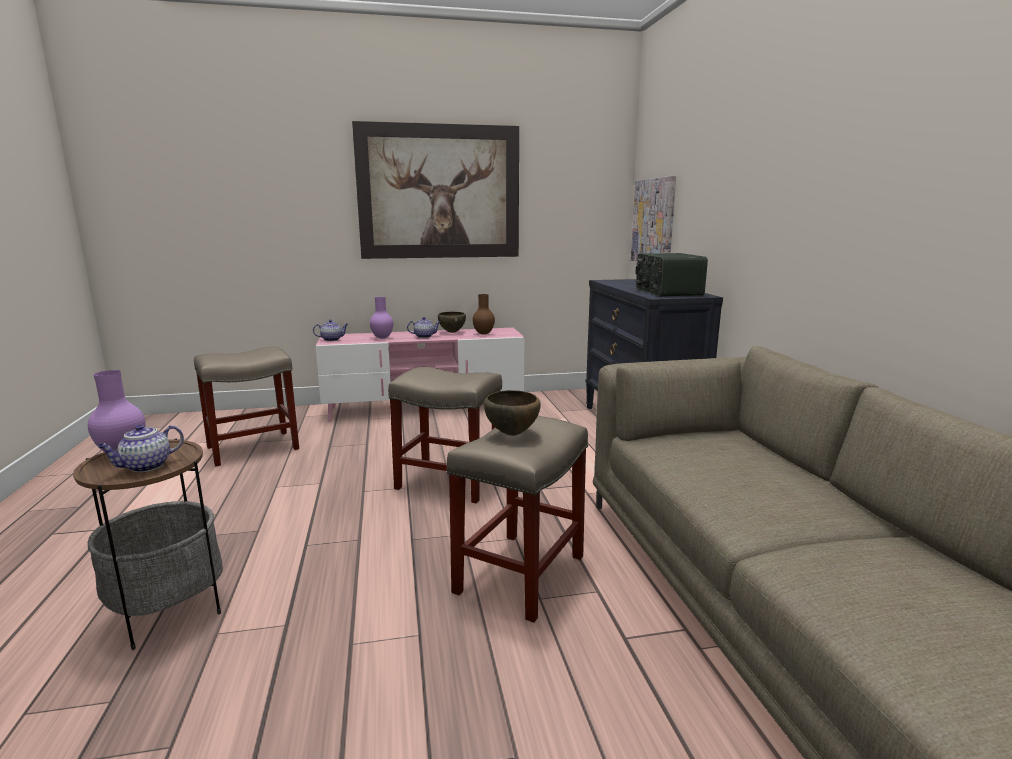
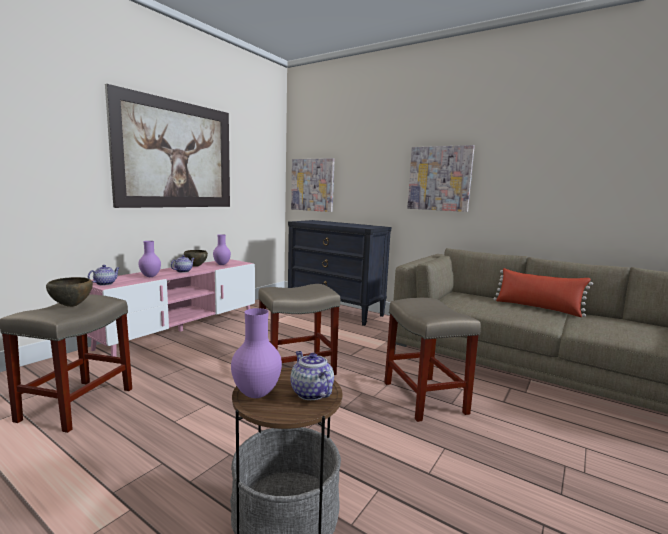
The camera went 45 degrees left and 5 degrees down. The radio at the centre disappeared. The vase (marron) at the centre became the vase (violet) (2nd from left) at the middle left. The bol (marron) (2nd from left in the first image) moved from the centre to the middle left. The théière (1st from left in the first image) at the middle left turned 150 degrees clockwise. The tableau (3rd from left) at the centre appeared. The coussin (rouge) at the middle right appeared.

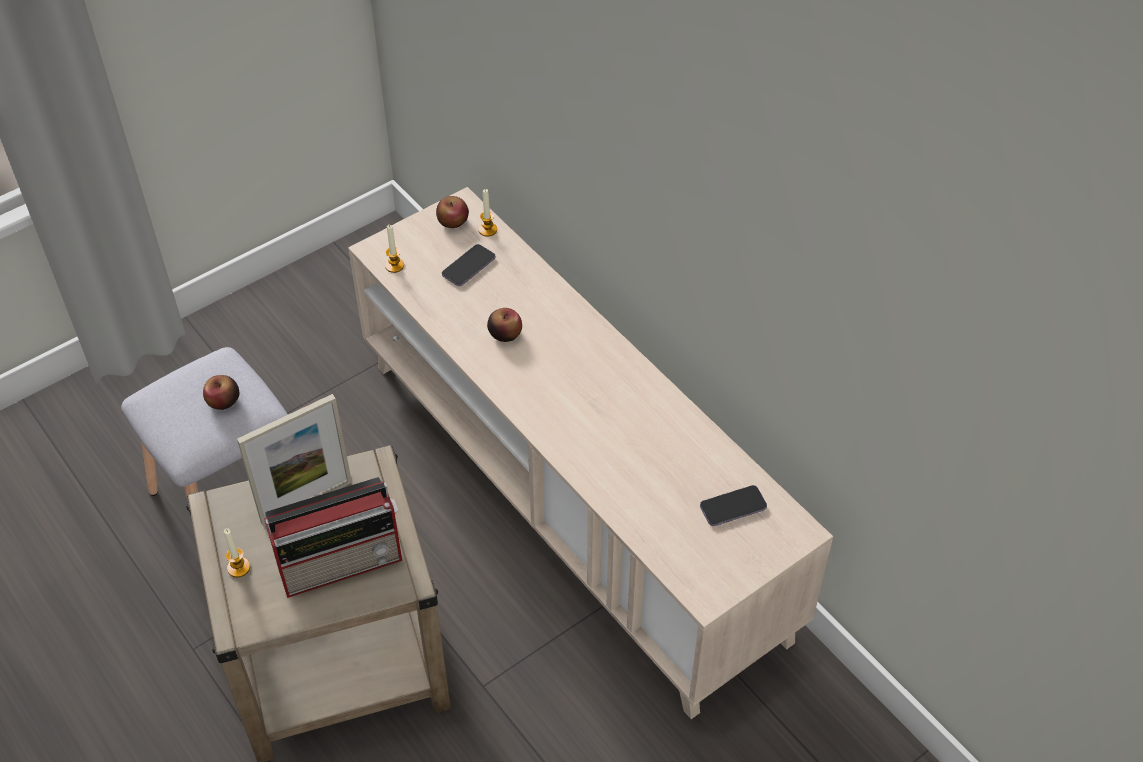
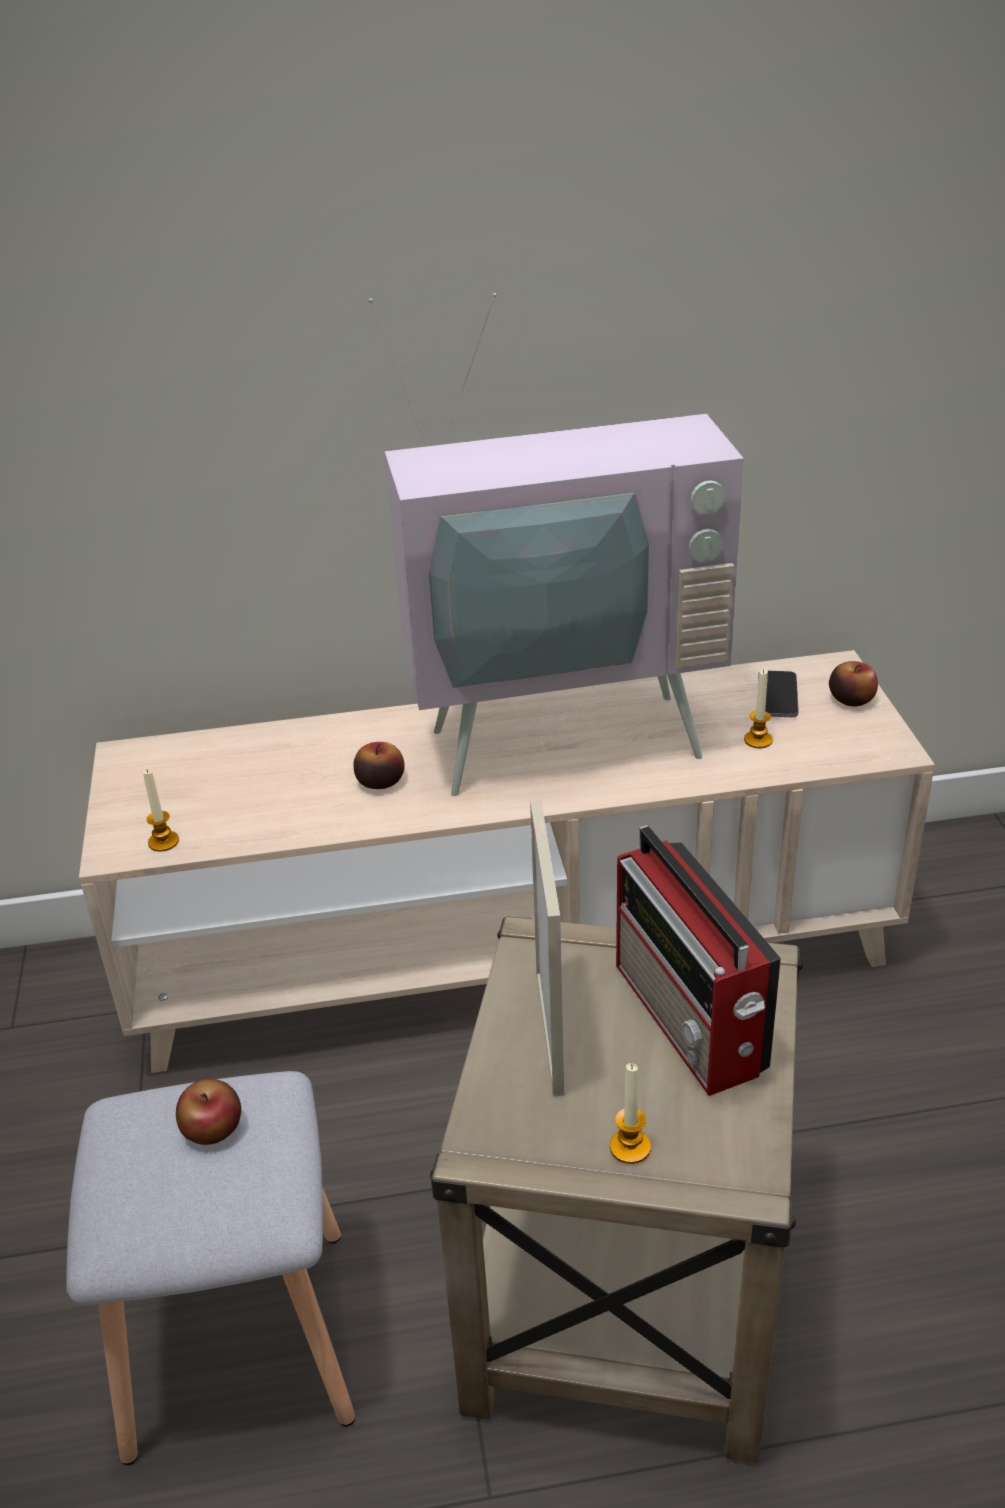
The camera went 60 degrees left and 15 degrees down. The bougie (3rd from left) moved from the top centre to the middle right. The pomme (2nd from left in the first image) moved from the top centre to the middle right. The téléphone (1st from left) at the centre disappeared. The radio at the bottom left turned 150 degrees clockwise. The téléviseur at the centre appeared.

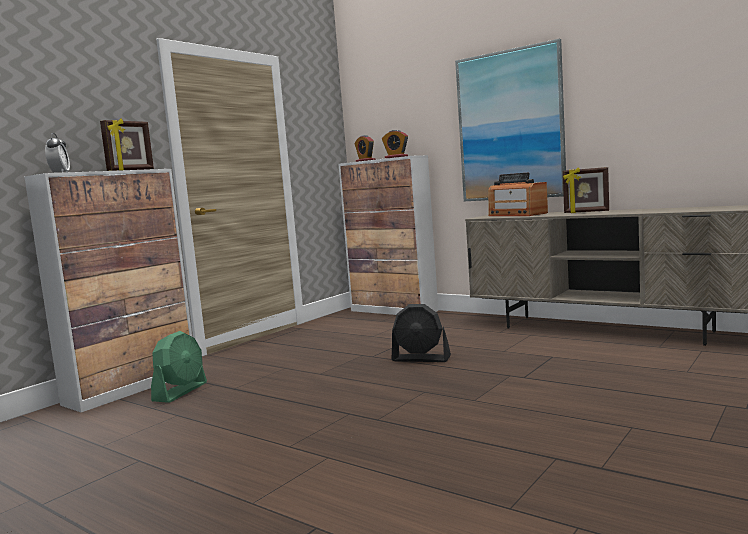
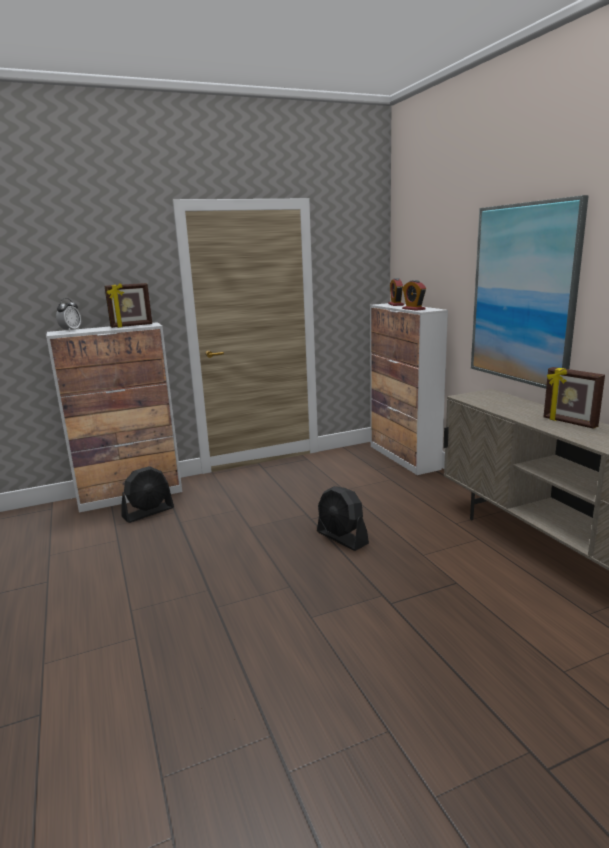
The camera went 30 degrees right and 10 degrees up. The radio at the middle right disappeared. The ventilateur (vert) at the bottom left became the ventilateur (noir) (1st from left) at the middle left.

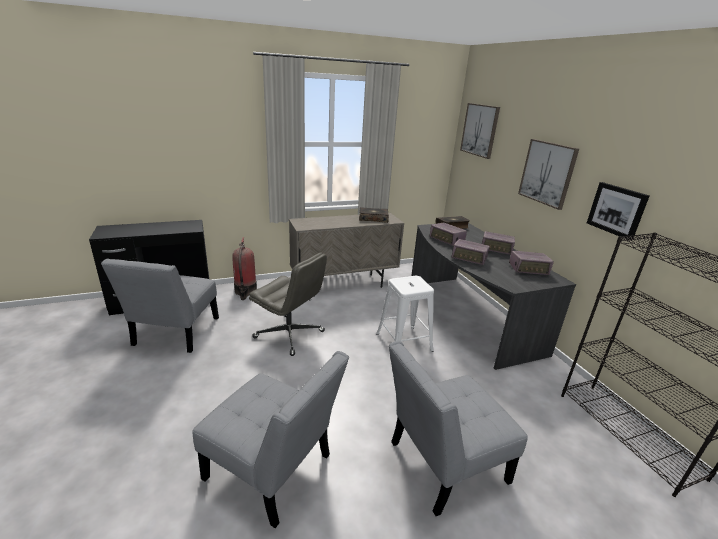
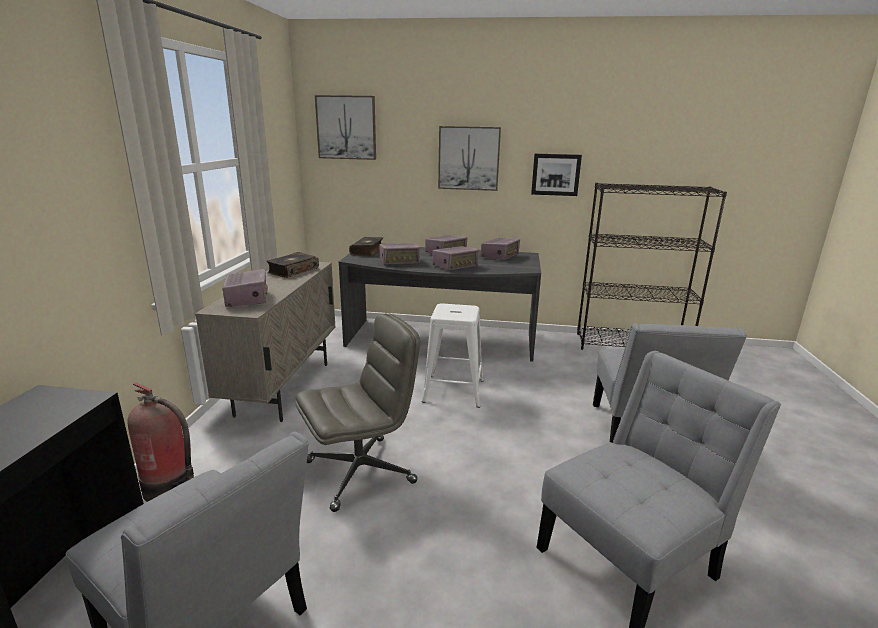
The camera went 60 degrees left and 5 degrees down. The radio (1st from left) at the middle left appeared.

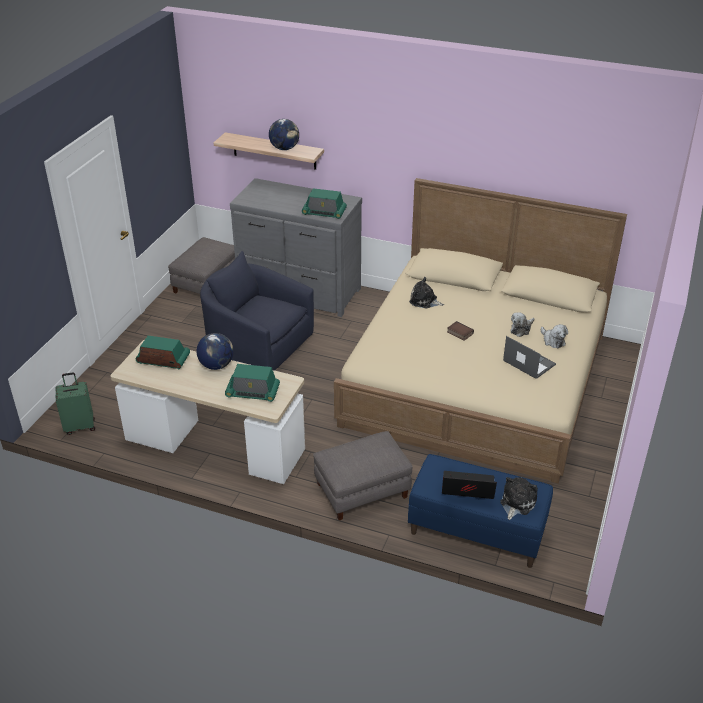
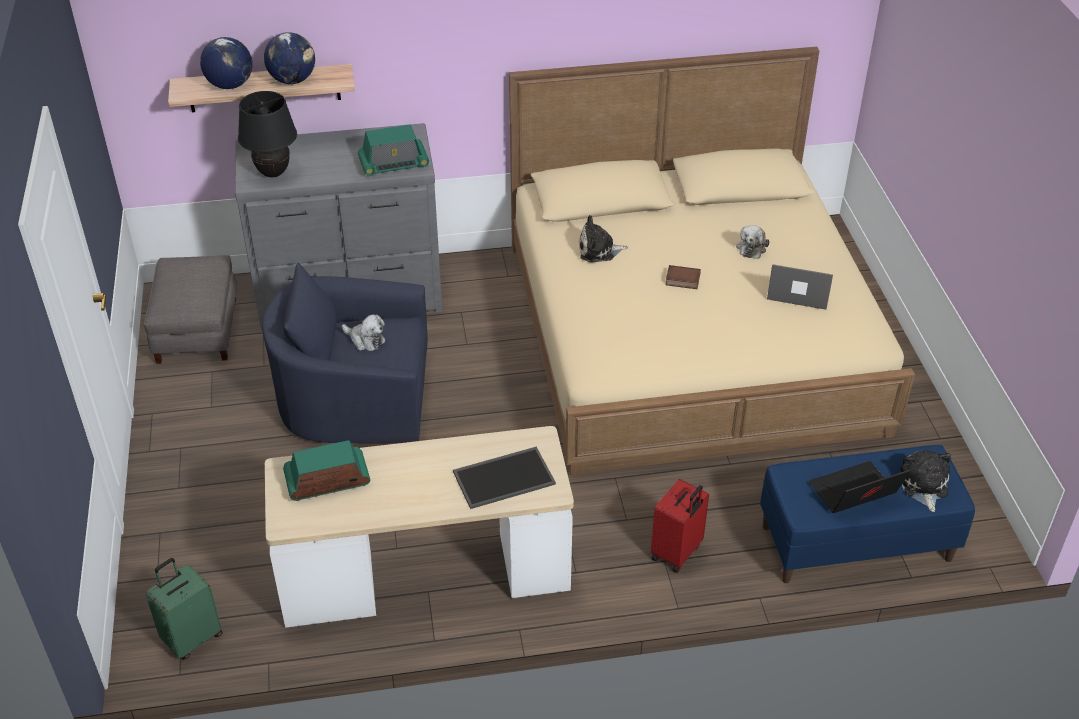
The camera went 30 degrees left and 5 degrees up. The peluche (4th from left in the first image) moved from the middle right to the centre. The globe (1st from left) moved from the middle left to the top left. The radio (2nd from left) at the centre was replaced by the plateau at the centre. The pouf (gris) (2nd from left) at the bottom centre was replaced by the valise (rouge) at the bottom centre. The lampe de table (noir) at the top left appeared.

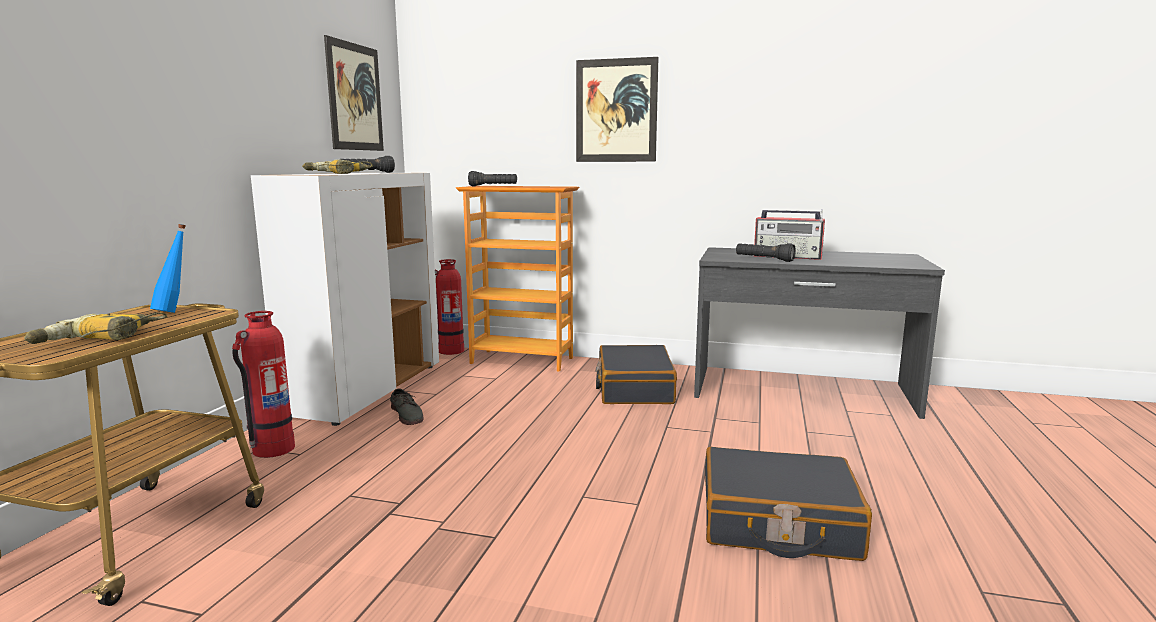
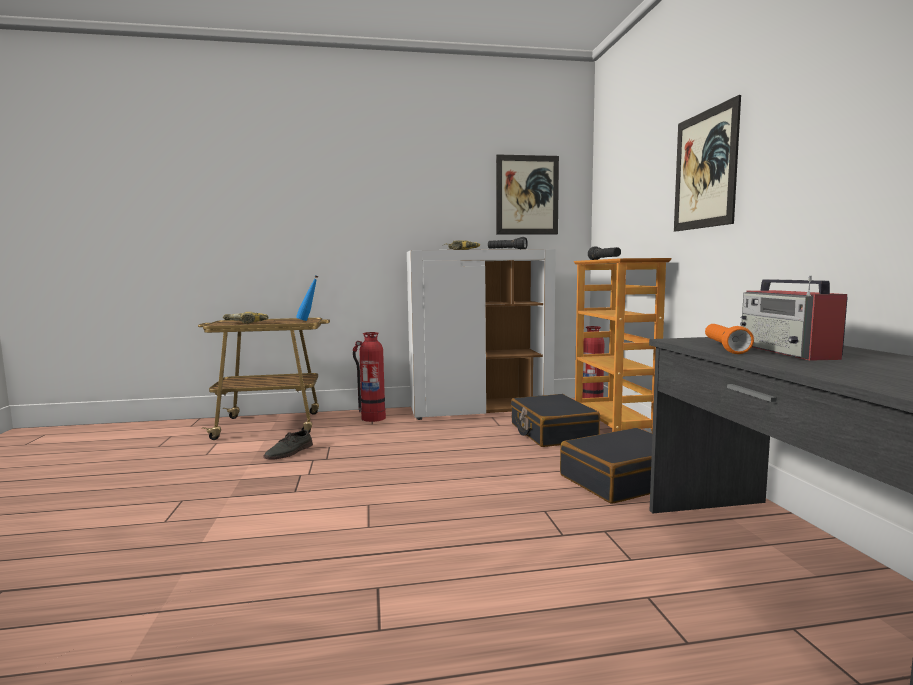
The camera went 65 degrees right and 5 degrees down. The lampe de poche (noir) (3rd from left) at the centre became the lampe de poche (orange) at the middle right. The chaussure (gris) moved from the centre to the middle left. The valise (noir) (2nd from left in the first image) moved from the bottom right to the centre.

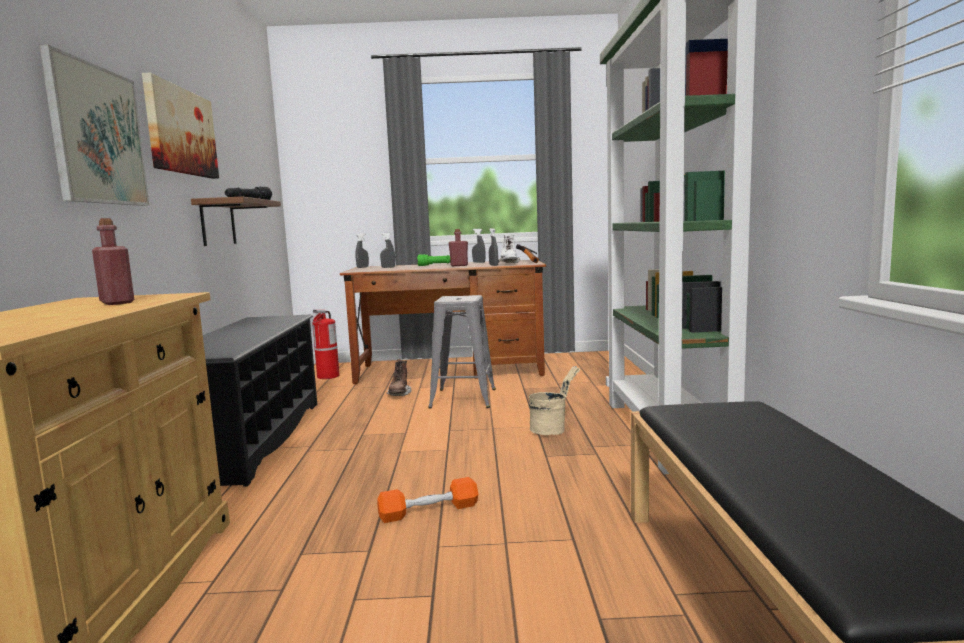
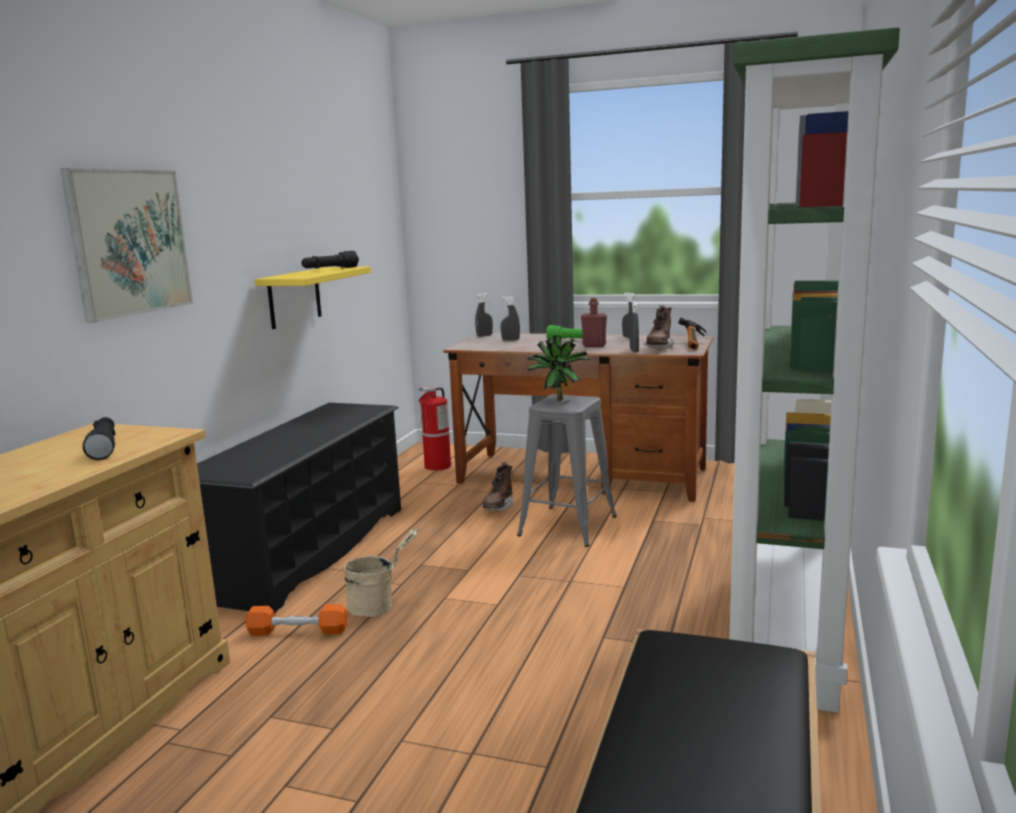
The camera went 20 degrees right and 5 degrees up. The tableau (2nd from left) at the top left disappeared. The étagère (marron) at the middle left became the étagère (jaune) at the middle left. The bouteille (rouge) (1st from left) at the middle left was replaced by the lampe de poche (noir) (1st from left) at the middle left. The botte (blanc) at the centre became the botte (marron) (2nd from left) at the centre. The seau (beige) moved from the centre to the bottom centre. The haltère (orange) moved from the bottom centre to the bottom left. The plante en pot at the centre appeared.

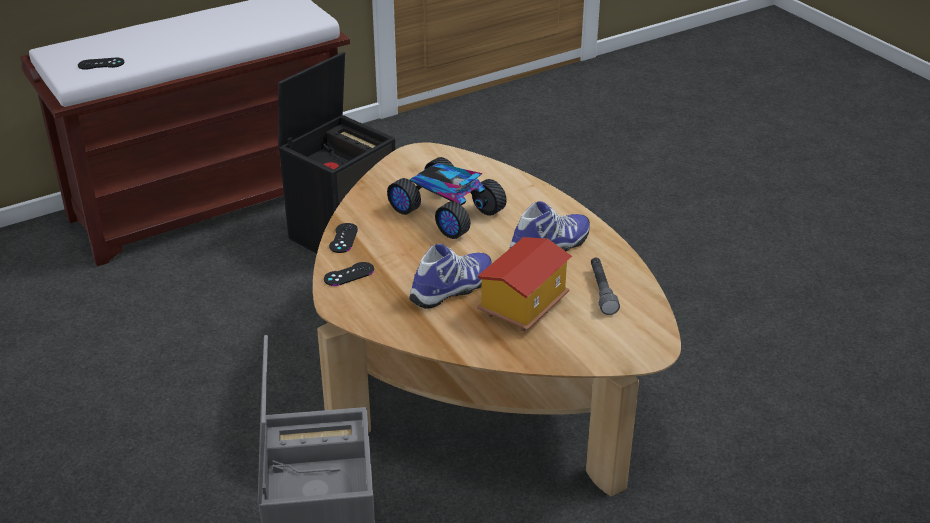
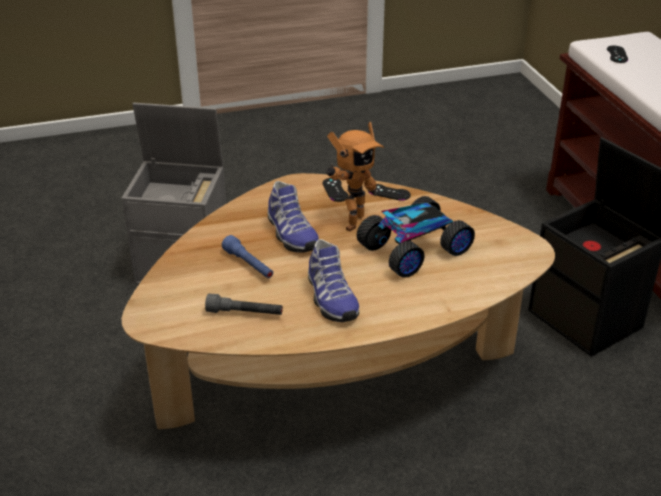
The camera went 105 degrees right and 0 degrees up. The maison miniature at the centre was replaced by the lampe de poche (bleu) at the centre. The robot jouet at the centre appeared.

